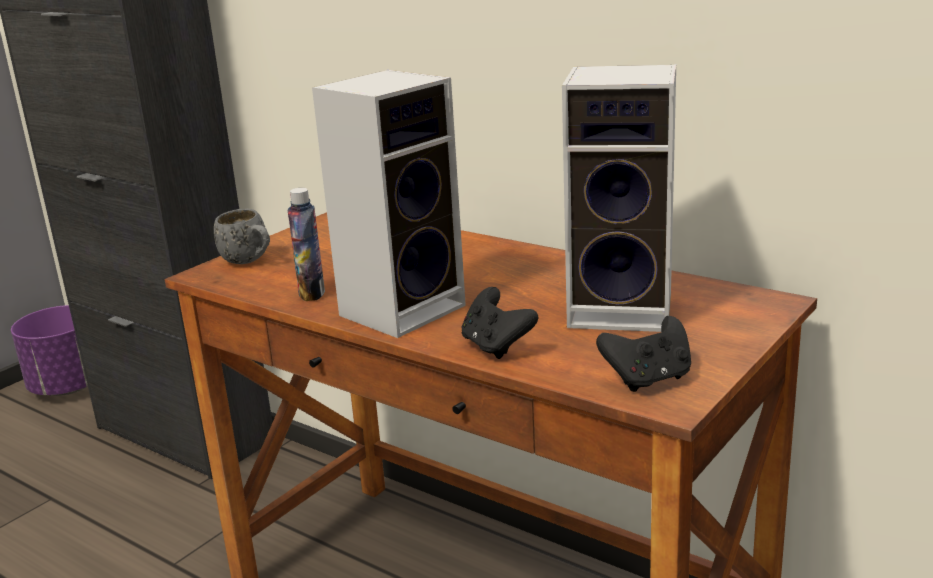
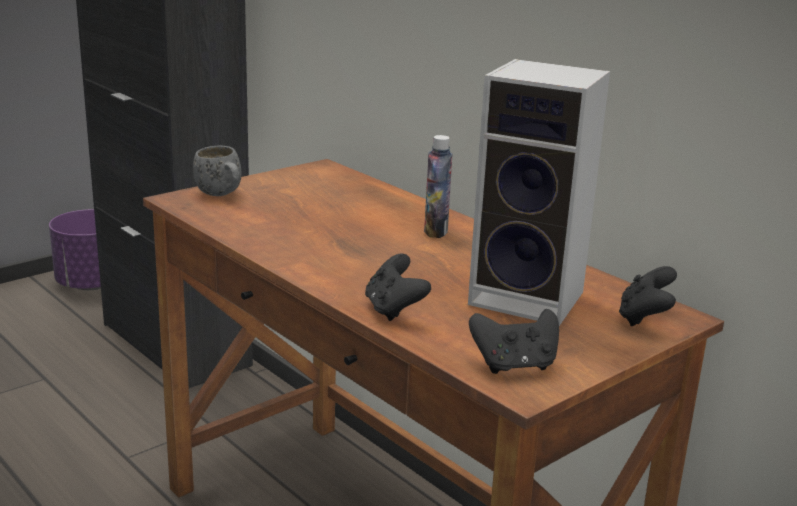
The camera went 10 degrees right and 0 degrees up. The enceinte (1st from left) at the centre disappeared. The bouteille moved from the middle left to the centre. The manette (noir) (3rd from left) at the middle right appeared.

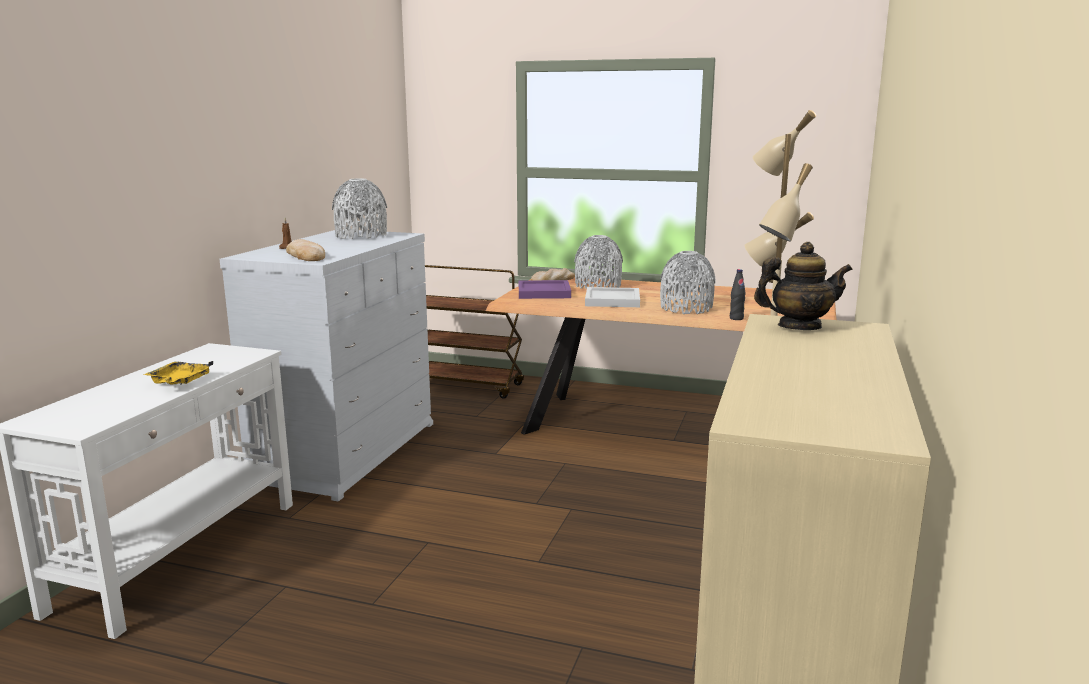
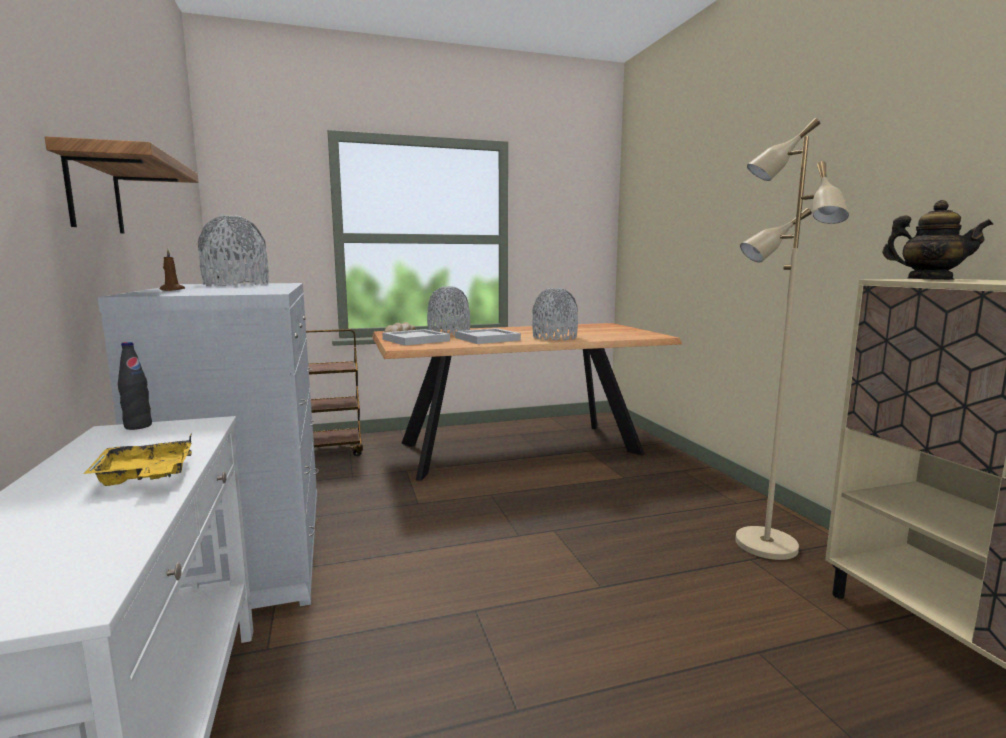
The camera went 35 degrees left and 5 degrees down. The pain (1st from left) at the middle left disappeared. The théière at the middle right turned 75 degrees clockwise. The bouteille (noir) moved from the middle right to the middle left. The plateau (violet) at the centre became the plateau (blanc) (1st from left) at the centre. The étagère at the top left appeared.

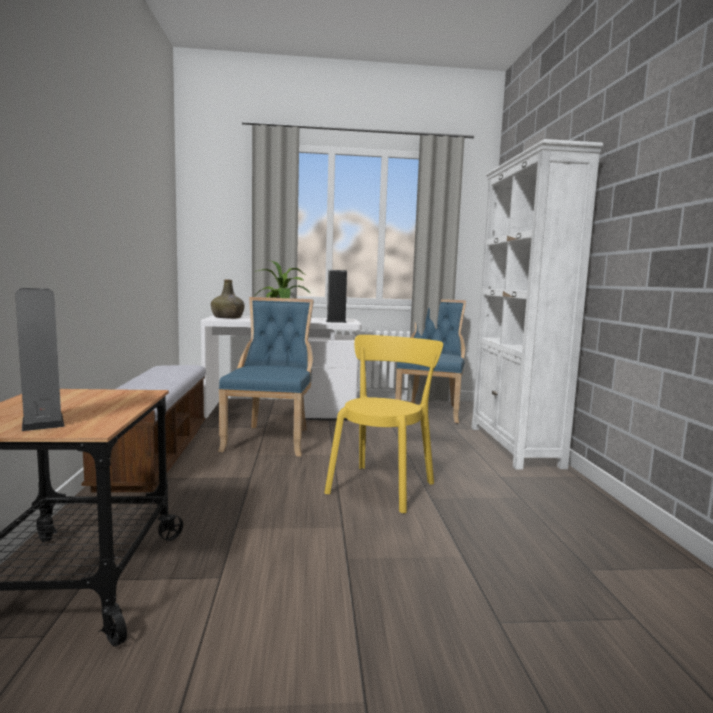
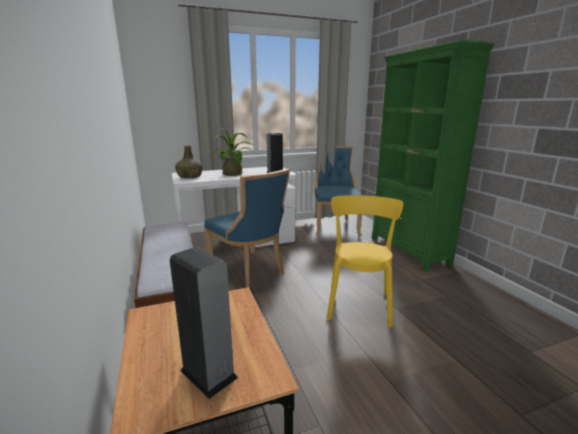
The camera went 15 degrees left and 10 degrees up. The bibliothèque (blanc) at the middle right became the bibliothèque (vert) at the middle right. The chaise (bleu) (1st from left) at the centre turned 150 degrees clockwise.

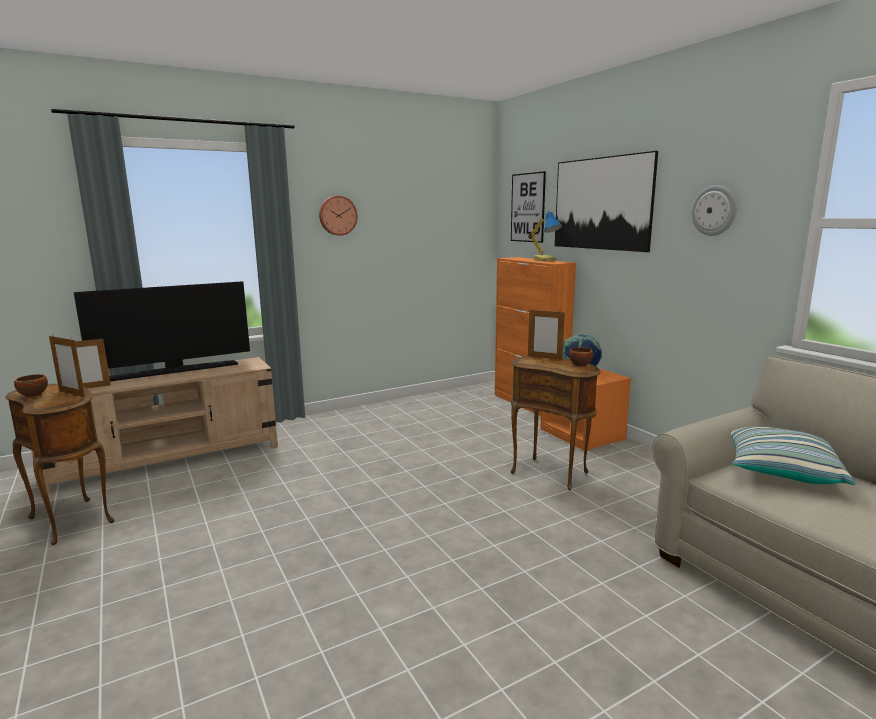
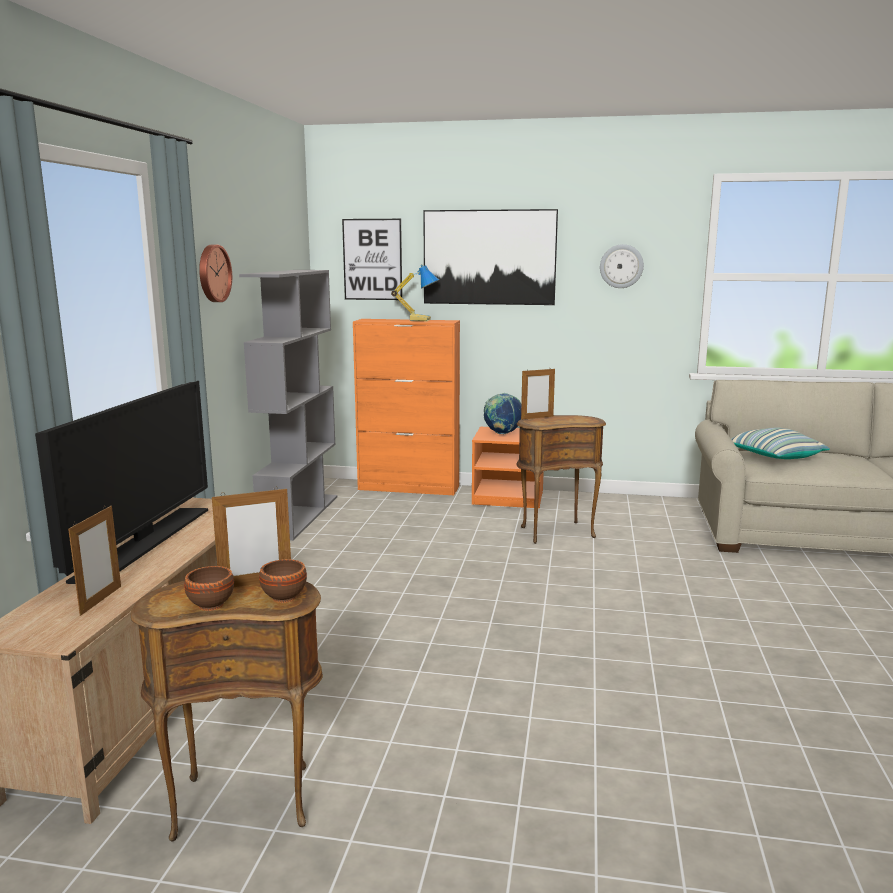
The camera went 50 degrees left and 0 degrees up. The bol (marron) (2nd from left) moved from the centre to the middle left. The bibliothèque (gris) at the middle left appeared.

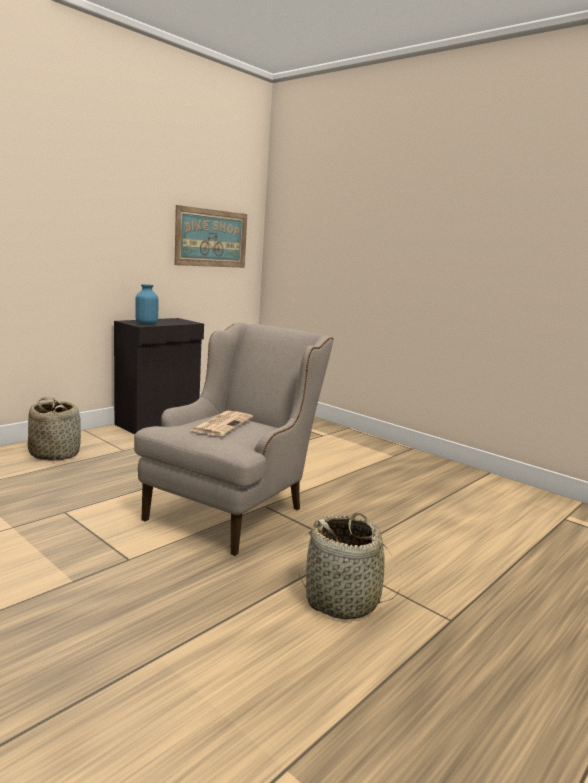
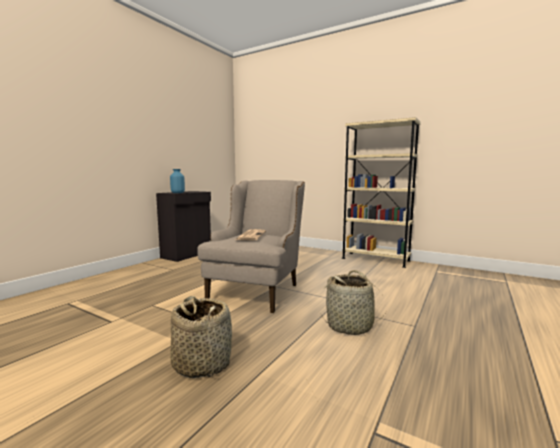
The camera went 10 degrees left and 5 degrees down. The tableau at the top centre disappeared. The panier (1st from left) moved from the middle left to the bottom centre. The bibliothèque (beige) at the middle right appeared.

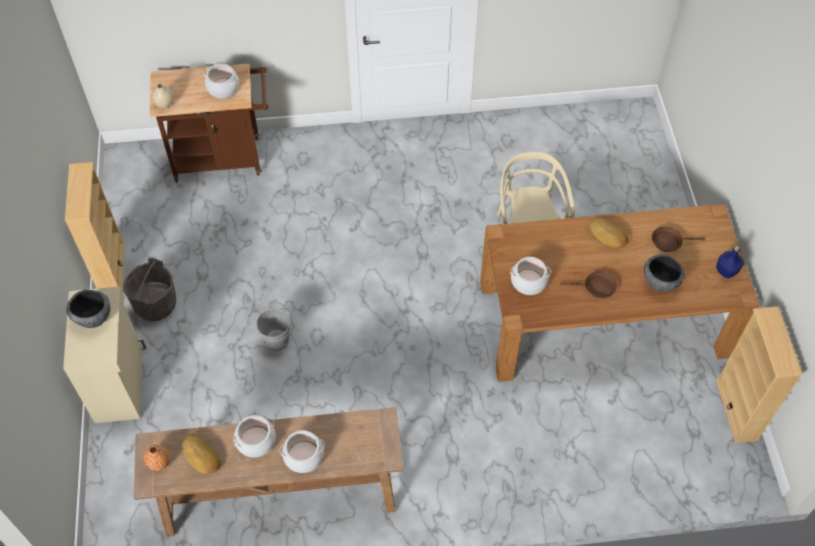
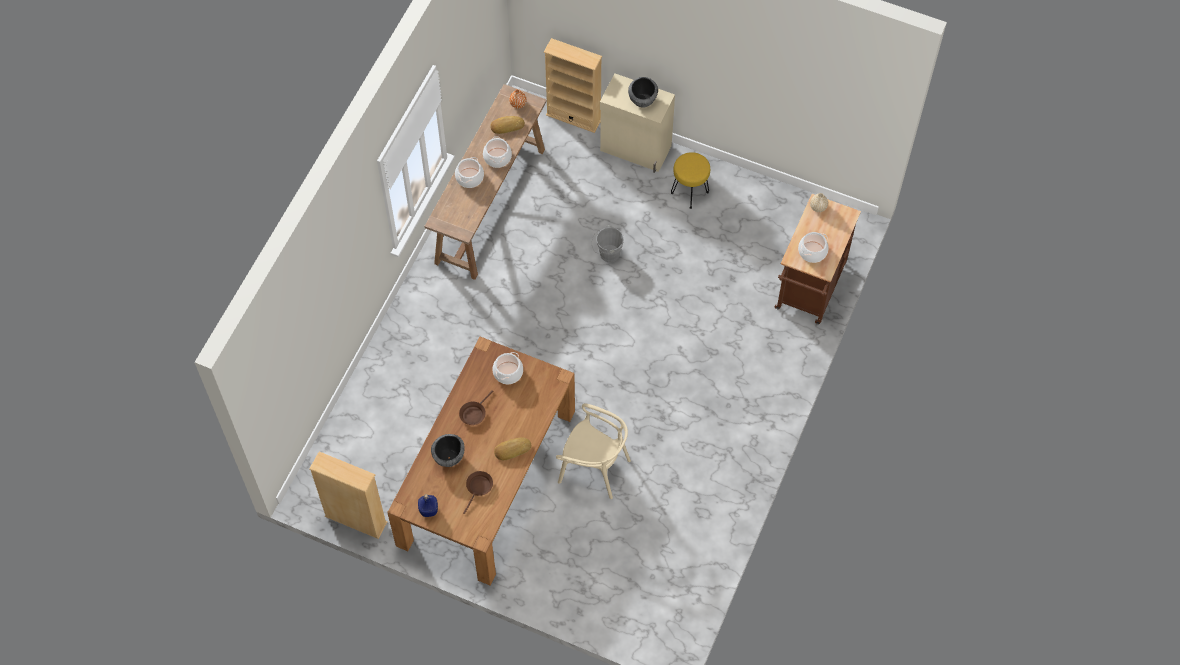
The camera went 120 degrees right and 5 degrees up. The bibliothèque (beige) (1st from left in the first image) moved from the middle left to the top centre. The seau (gris) (1st from left) at the middle left was replaced by the tabouret (jaune) at the top centre.

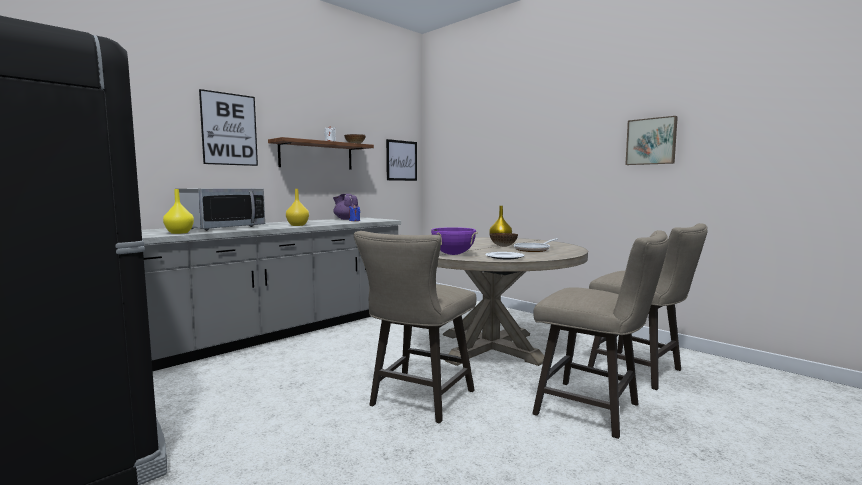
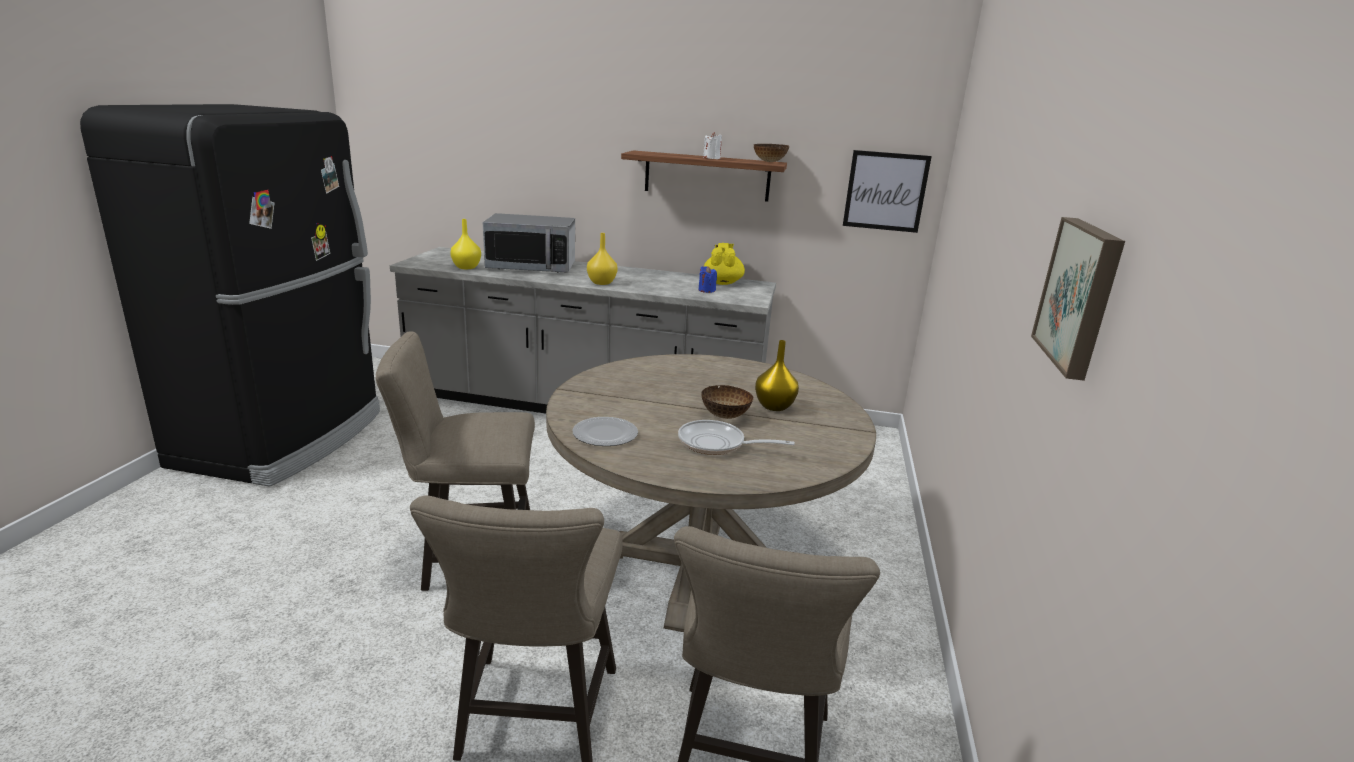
The camera went 55 degrees right and 15 degrees up. The tableau (1st from left) at the top left disappeared. The théière (violet) at the centre became the théière (jaune) at the centre. The marmite (violet) at the centre disappeared.

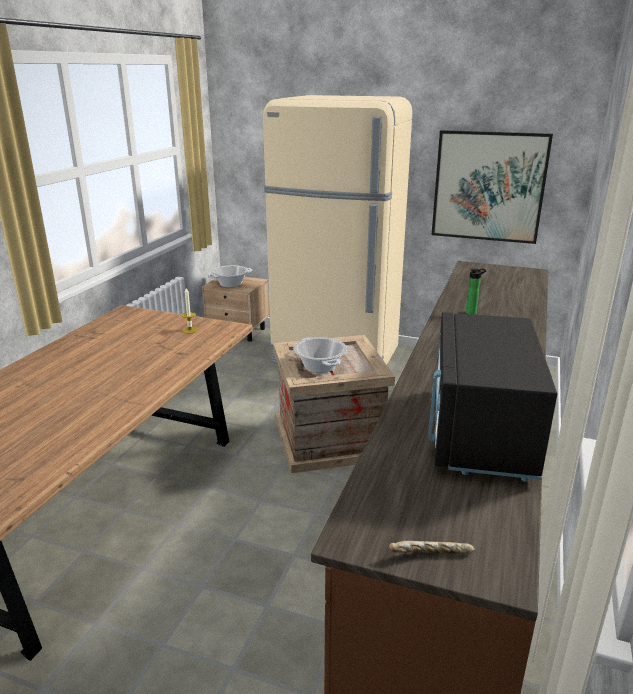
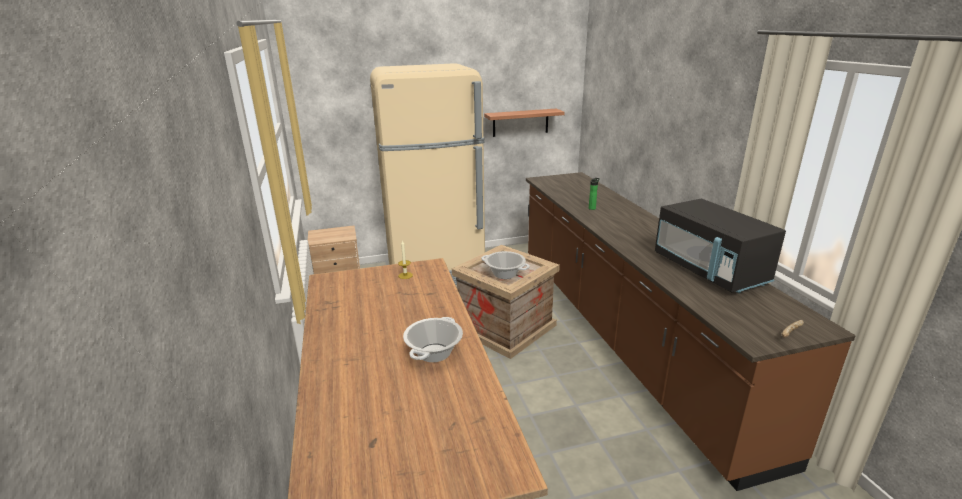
The camera went 35 degrees left and 0 degrees up. The tableau at the top right was replaced by the étagère at the top centre. The marmite (1st from left) moved from the centre to the bottom centre.

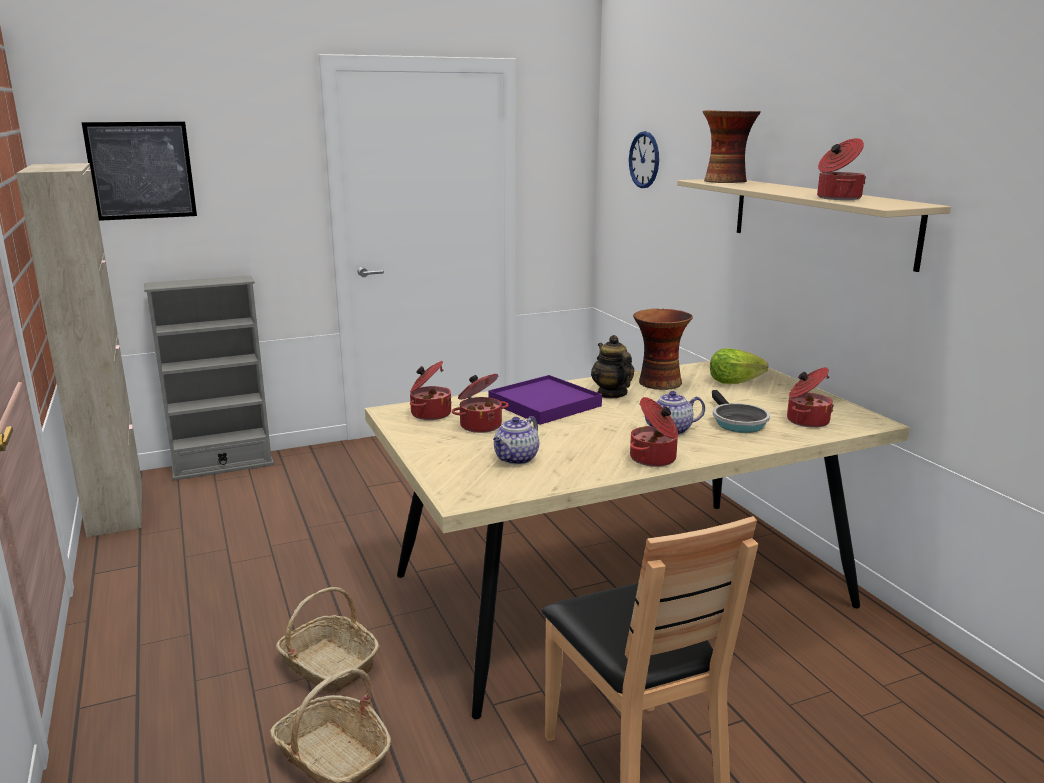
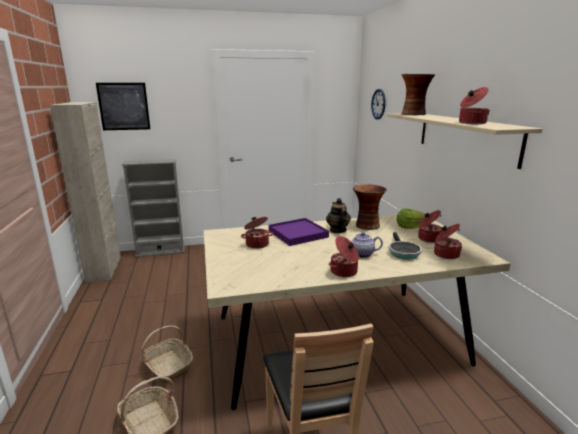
The camera went 10 degrees right and 0 degrees up. The marmite (1st from left in the first image) moved from the centre to the middle right. The théière (1st from left) at the centre disappeared.

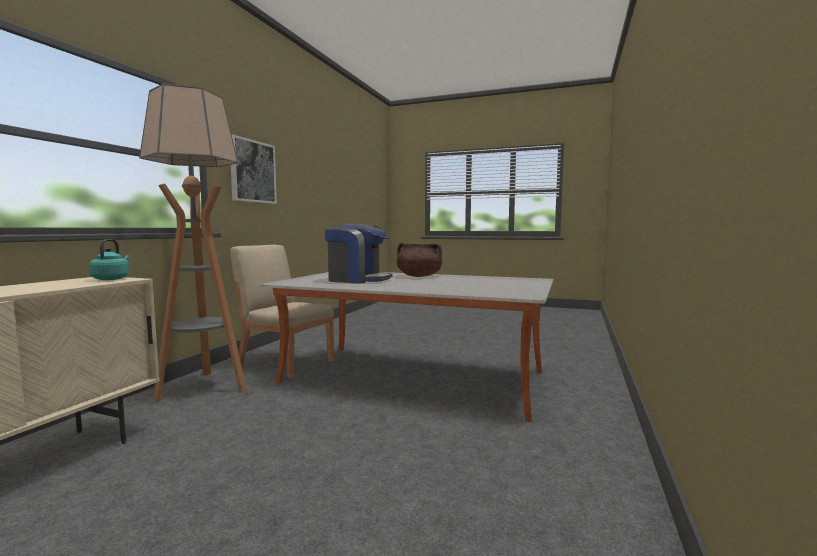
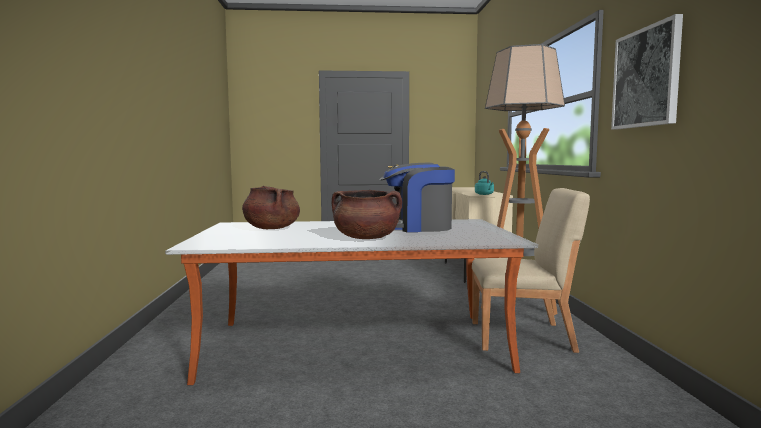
The camera went 155 degrees right and 0 degrees up. The marmite (marron) (1st from left) at the centre appeared.

